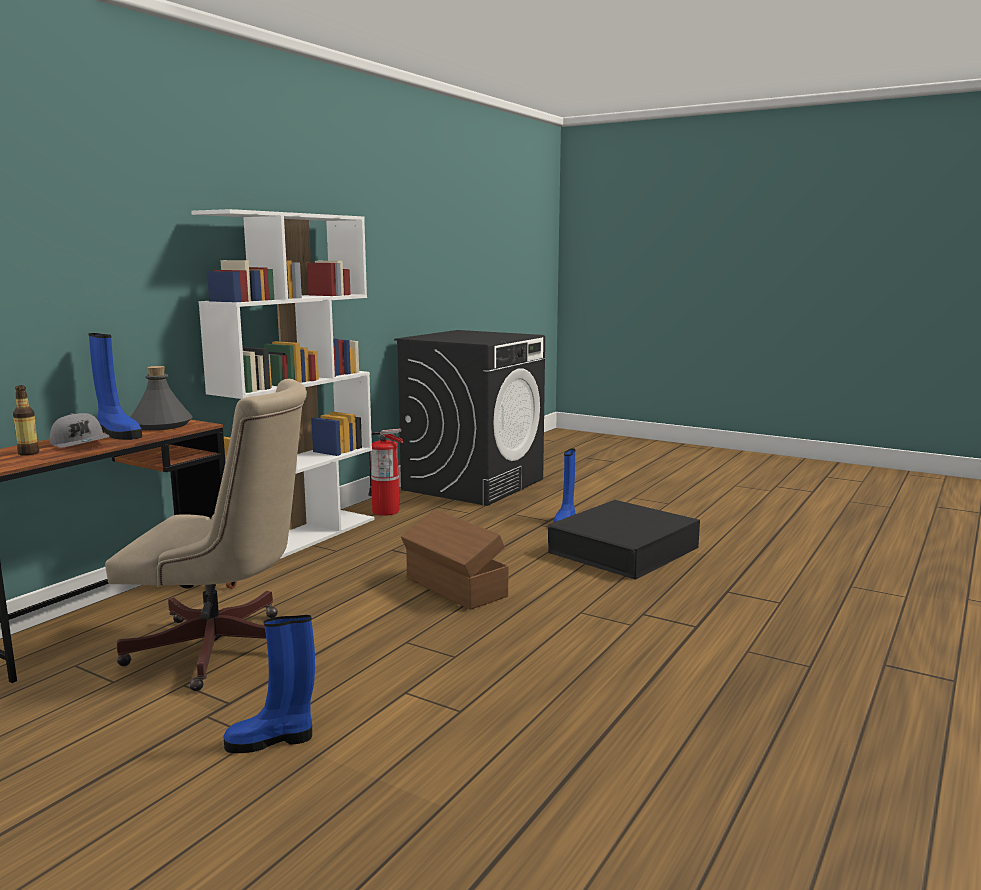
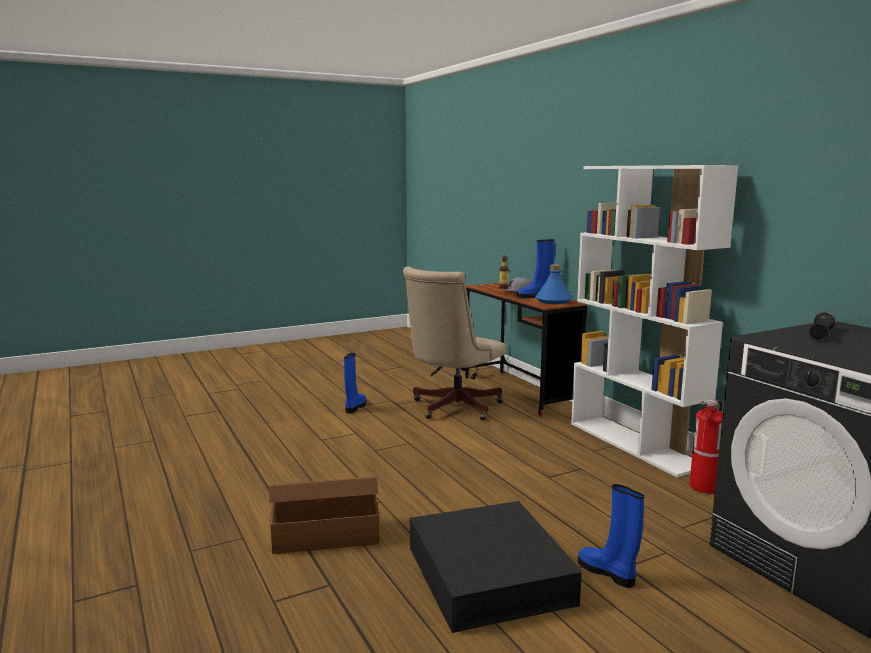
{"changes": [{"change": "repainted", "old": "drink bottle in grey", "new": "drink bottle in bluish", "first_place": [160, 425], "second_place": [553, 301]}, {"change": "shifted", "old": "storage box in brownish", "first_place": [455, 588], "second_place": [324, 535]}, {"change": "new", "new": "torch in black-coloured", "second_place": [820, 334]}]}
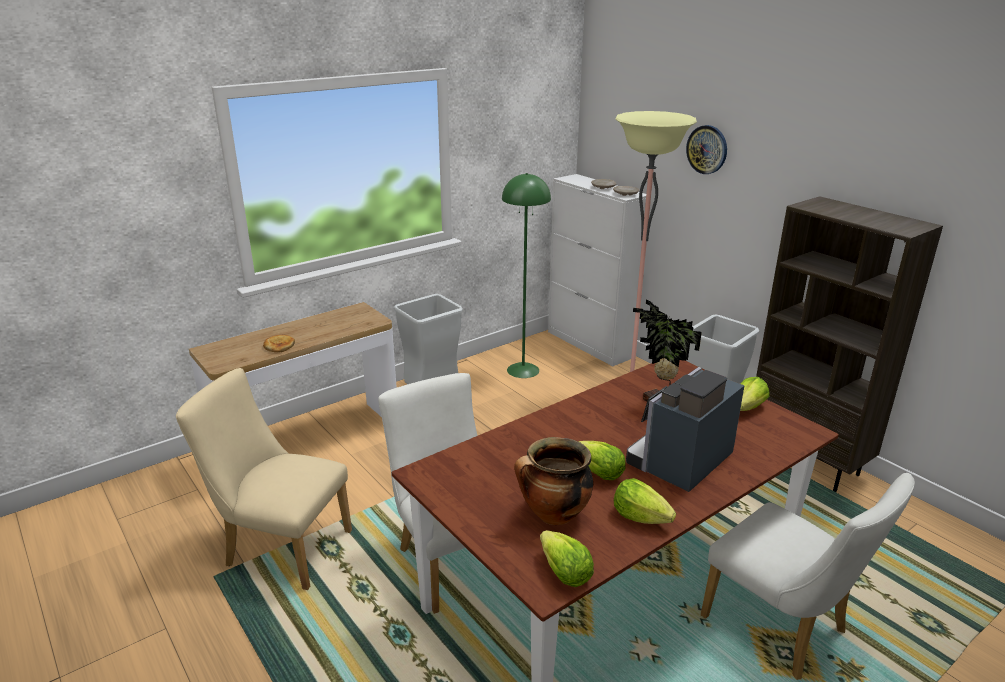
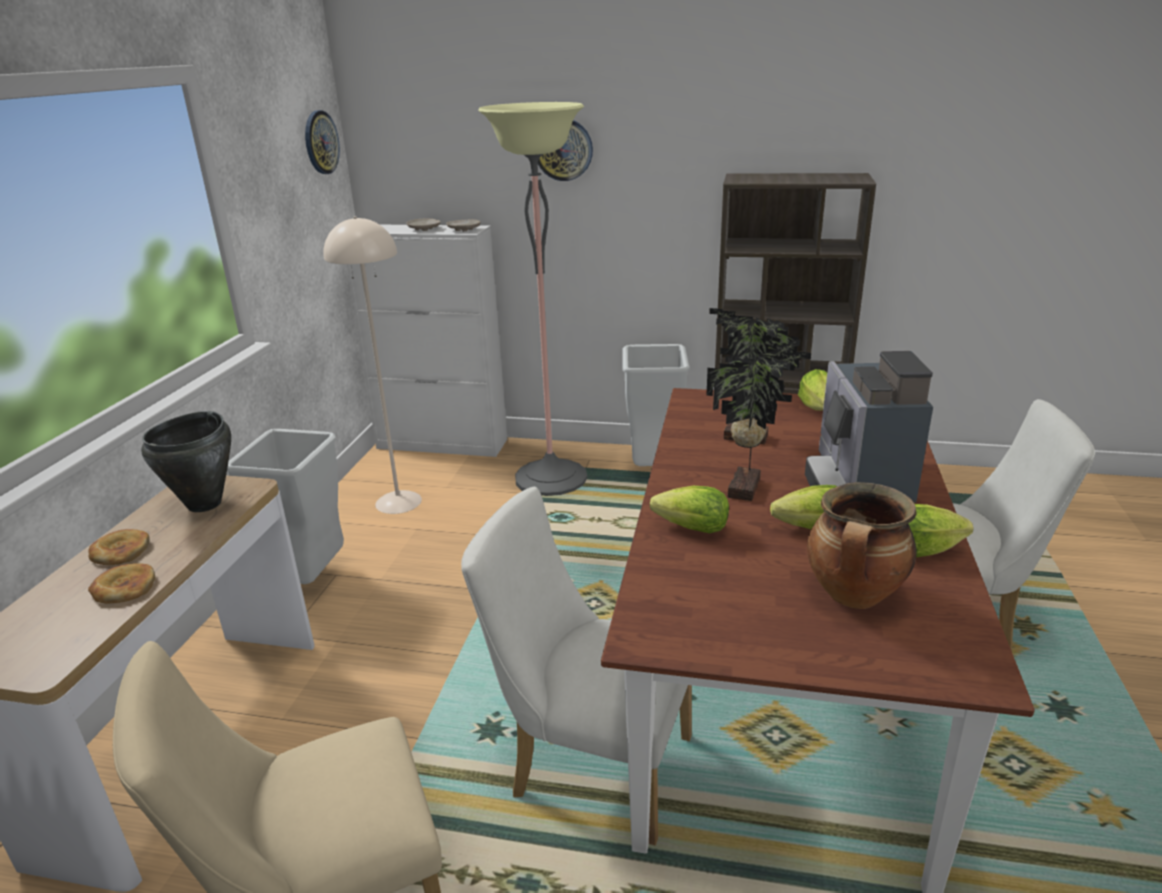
{"changes": [{"change": "repainted", "old": "standard lamp in greenish", "new": "standard lamp in beige-coloured", "first_place": [523, 370], "second_place": [399, 501]}, {"change": "shifted", "old": "lettuce head", "first_place": [564, 573], "second_place": [693, 529]}, {"change": "new", "new": "clock on the wall", "second_place": [320, 142]}, {"change": "new", "new": "potted plant", "second_place": [747, 488]}, {"change": "new", "new": "saucepot in black-coloured", "second_place": [205, 504]}, {"change": "new", "new": "baked bread", "second_place": [120, 551]}]}
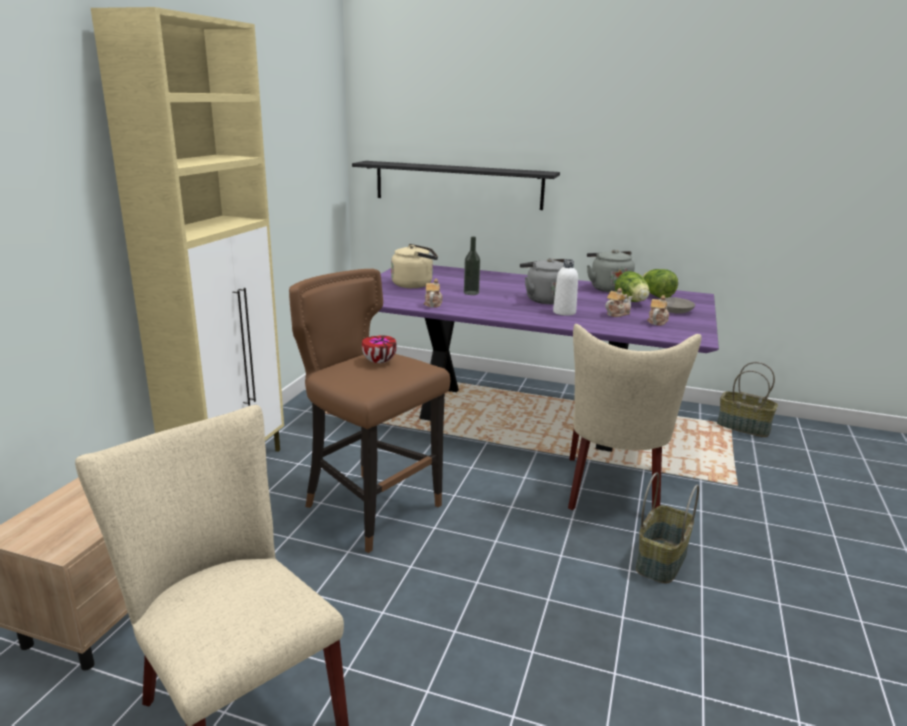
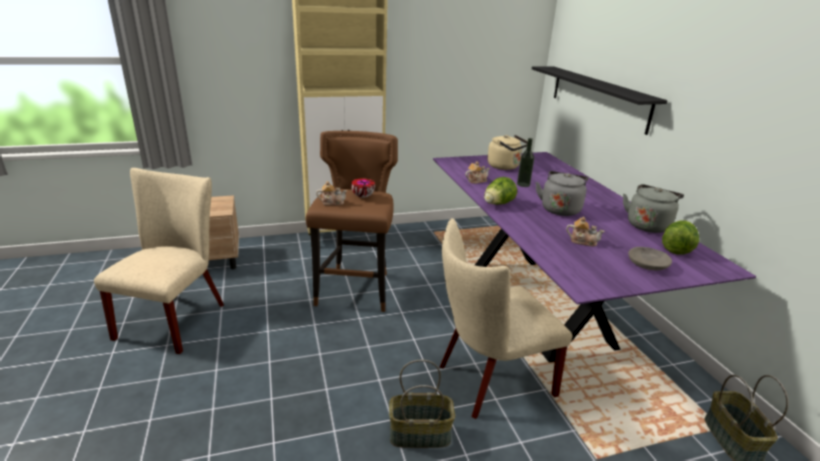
{"changes": [{"change": "gone", "old": "drink bottle in whitish", "first_place": [564, 312]}, {"change": "shifted", "old": "lettuce head", "first_place": [632, 302], "second_place": [497, 204]}, {"change": "shifted", "old": "pot for tea", "first_place": [657, 321], "second_place": [332, 202]}]}
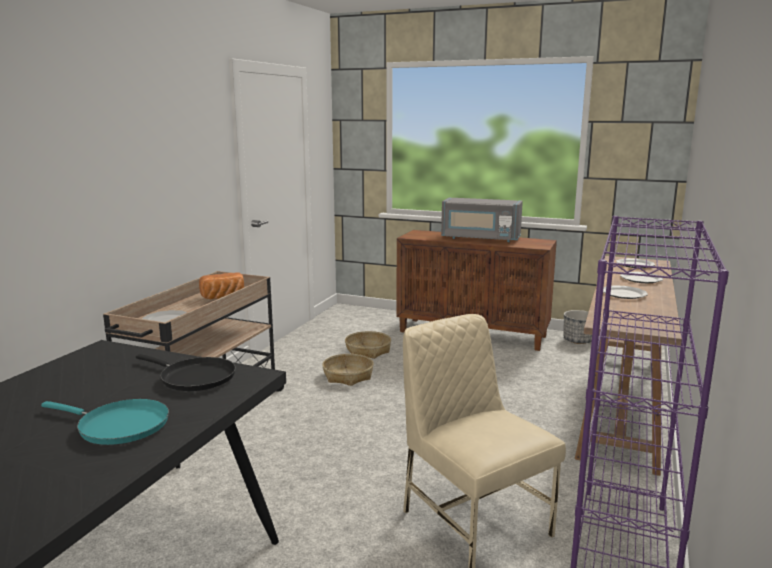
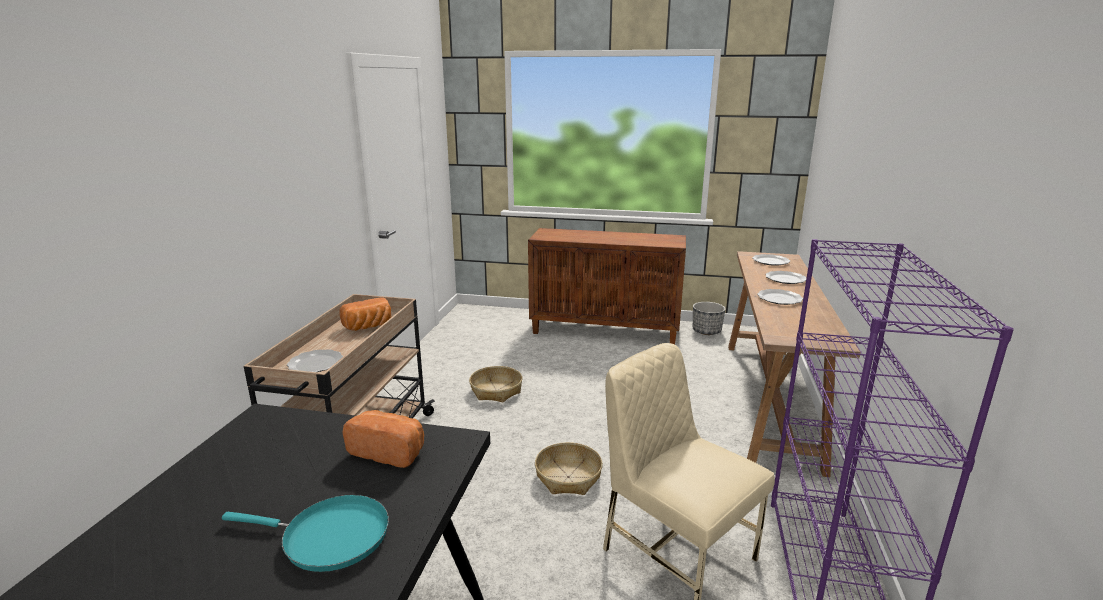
{"changes": [{"change": "gone", "old": "microwave oven in grey", "first_place": [480, 238]}, {"change": "shifted", "old": "storage basket", "first_place": [368, 351], "second_place": [568, 477]}, {"change": "swapped", "old": "skillet in black-coloured", "new": "baked bread", "first_place": [194, 377], "second_place": [389, 451]}]}
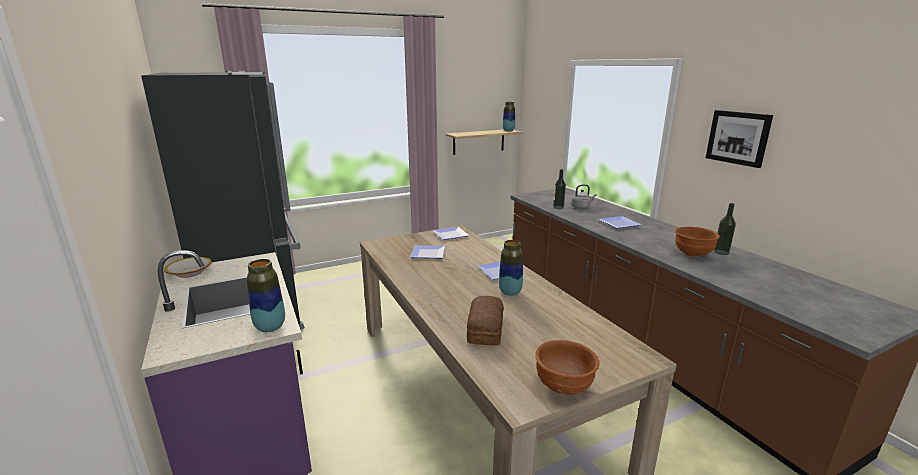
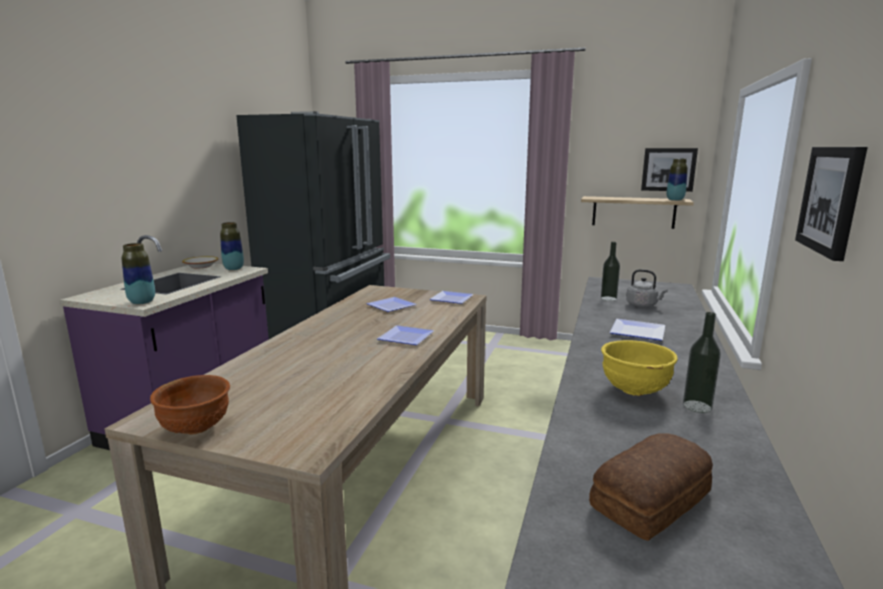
{"changes": [{"change": "repainted", "old": "deep dish in brownish", "new": "deep dish in yellow-coloured", "first_place": [692, 254], "second_place": [634, 390]}, {"change": "shifted", "old": "flower vase", "first_place": [510, 292], "second_place": [233, 269]}, {"change": "shifted", "old": "baked bread", "first_place": [486, 328], "second_place": [653, 500]}, {"change": "new", "new": "picture", "second_place": [668, 169]}]}
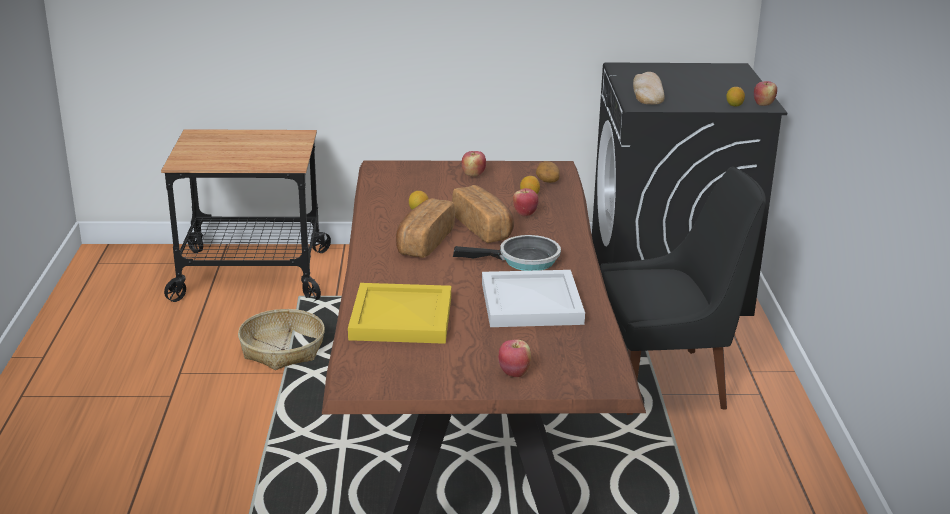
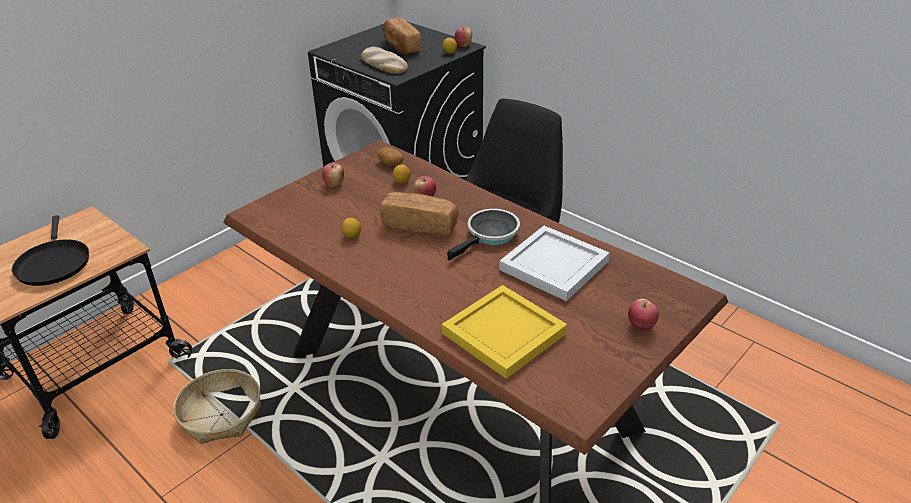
{"changes": [{"change": "shifted", "old": "baked bread", "first_place": [423, 242], "second_place": [401, 46]}, {"change": "new", "new": "skillet in black-coloured", "second_place": [53, 263]}]}
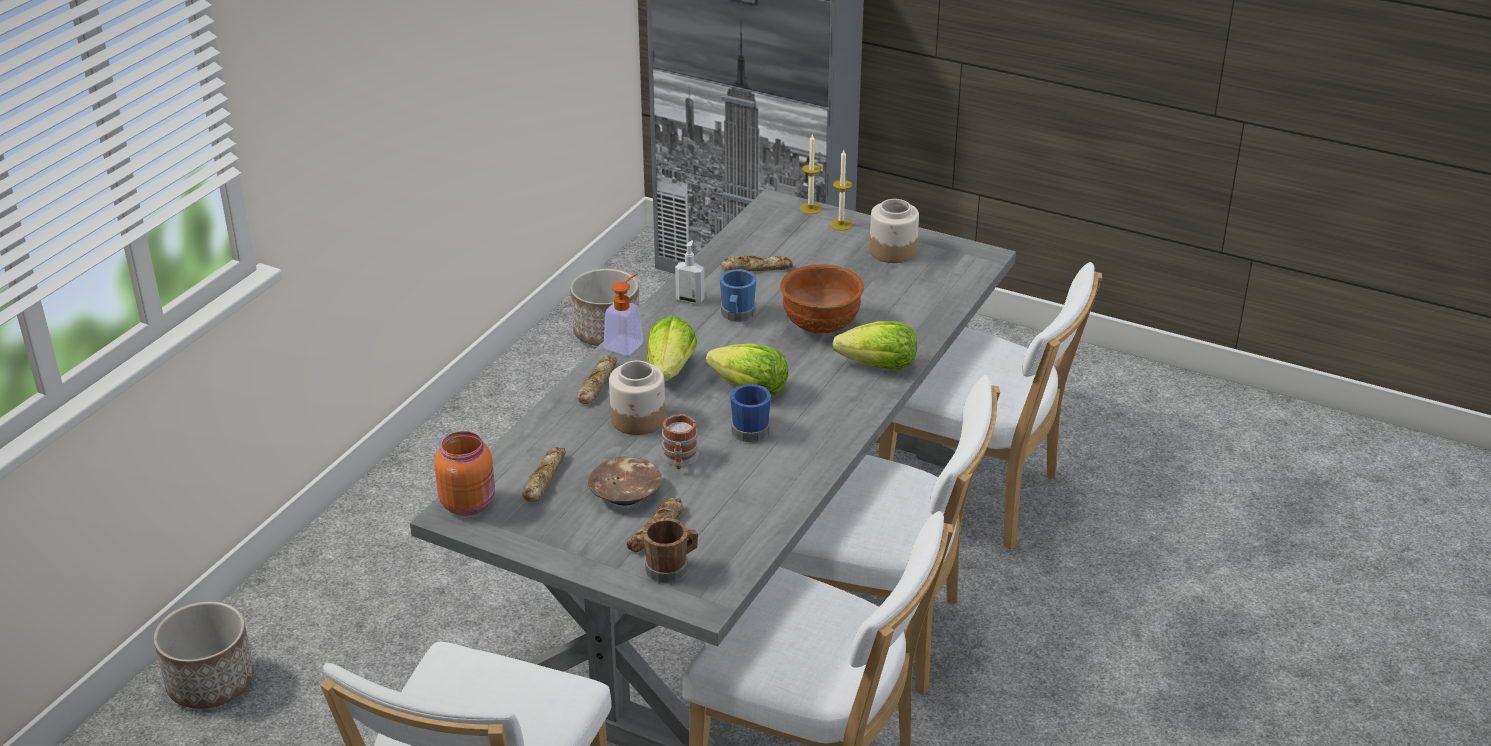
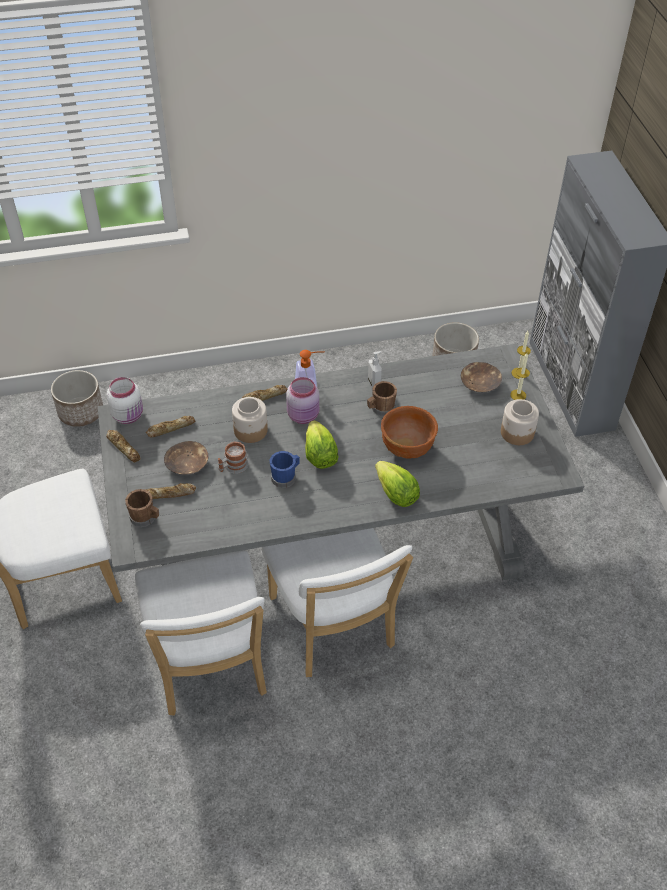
{"changes": [{"change": "shifted", "old": "baked bread", "first_place": [756, 268], "second_place": [124, 447]}, {"change": "gone", "old": "plain chair in whitish", "first_place": [975, 496]}, {"change": "repainted", "old": "coffee mug in bluish", "new": "coffee mug in brownish", "first_place": [737, 315], "second_place": [380, 409]}, {"change": "swapped", "old": "lettuce head", "new": "jar in pink", "first_place": [670, 370], "second_place": [304, 415]}, {"change": "repainted", "old": "jar in orange-coloured", "new": "jar in whitish", "first_place": [469, 503], "second_place": [129, 415]}, {"change": "new", "new": "deep dish in brownish", "second_place": [480, 383]}]}
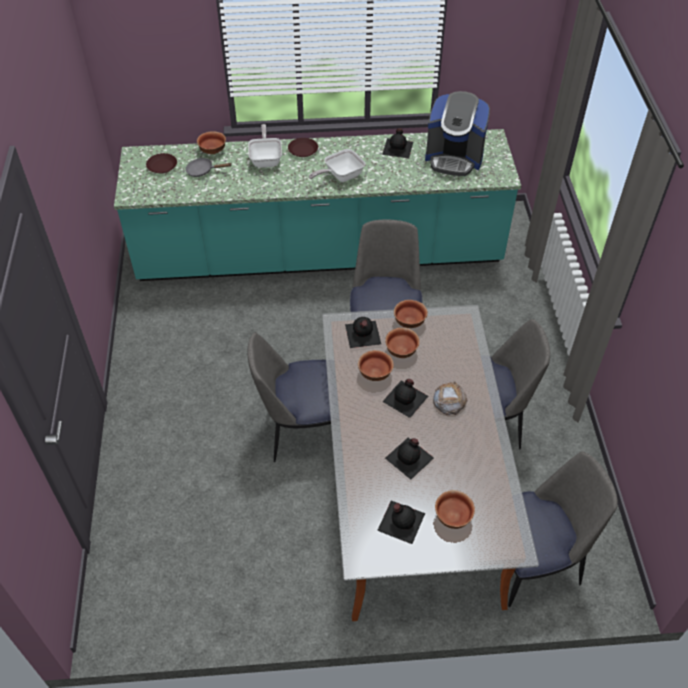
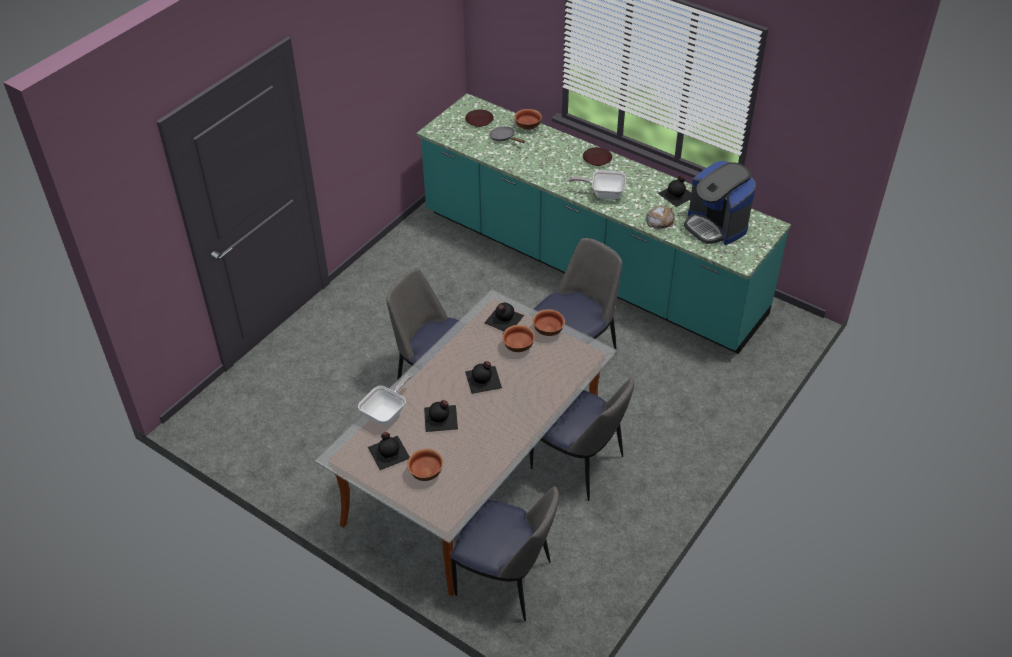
{"changes": [{"change": "shifted", "old": "skillet", "first_place": [266, 159], "second_place": [387, 413]}, {"change": "gone", "old": "deep dish", "first_place": [375, 373]}, {"change": "shifted", "old": "baked bread", "first_place": [449, 400], "second_place": [660, 220]}]}
